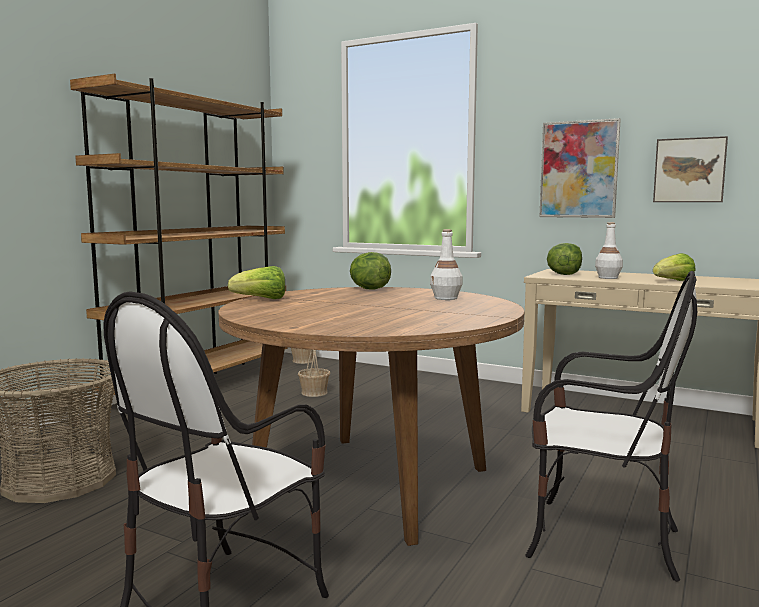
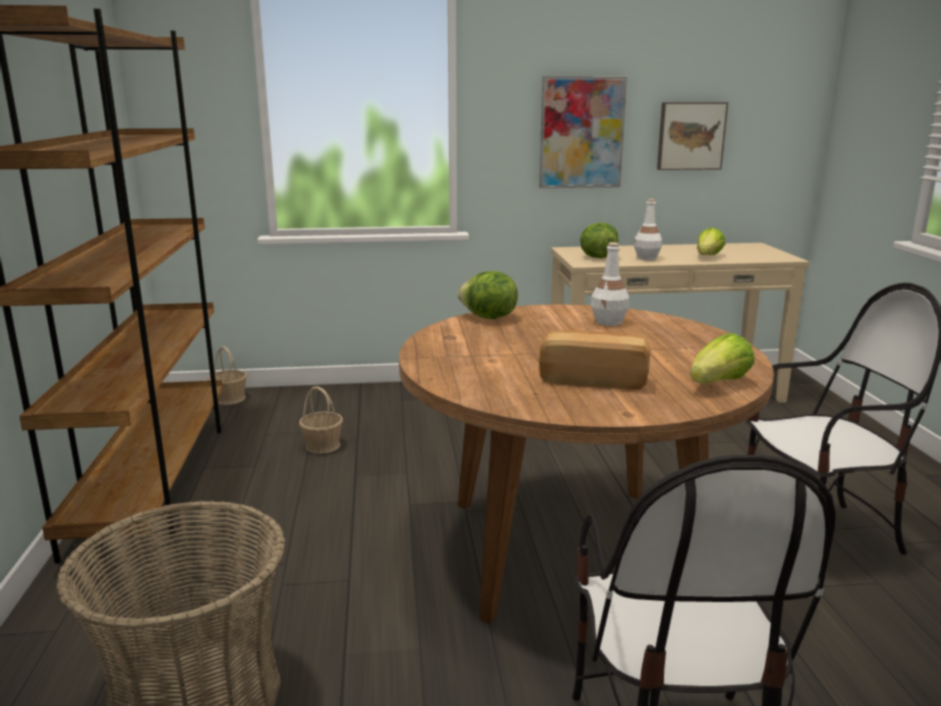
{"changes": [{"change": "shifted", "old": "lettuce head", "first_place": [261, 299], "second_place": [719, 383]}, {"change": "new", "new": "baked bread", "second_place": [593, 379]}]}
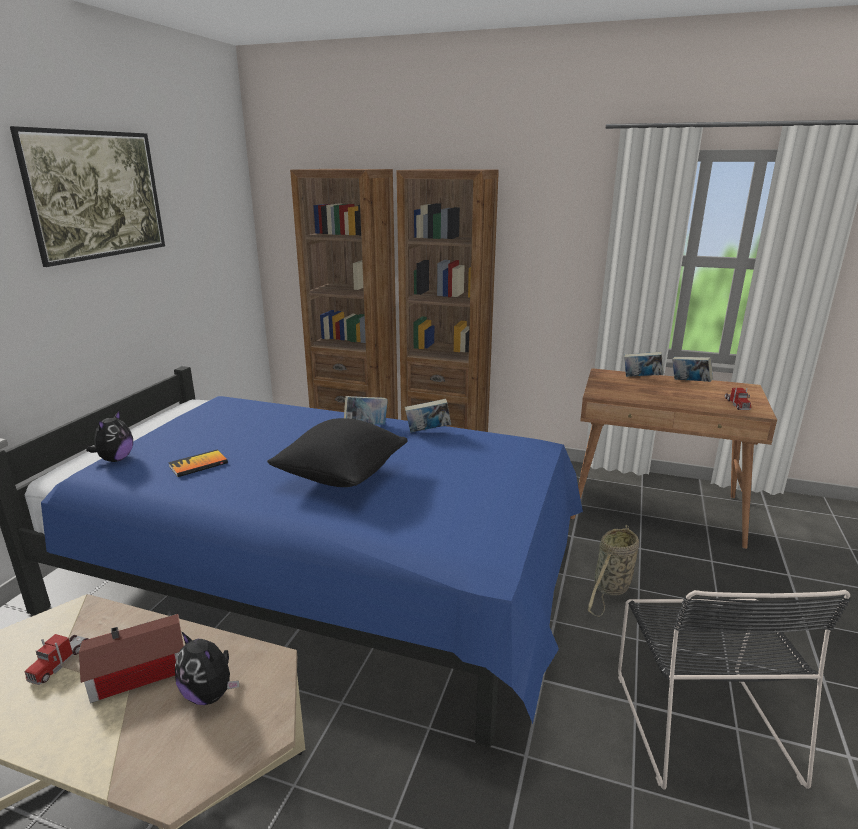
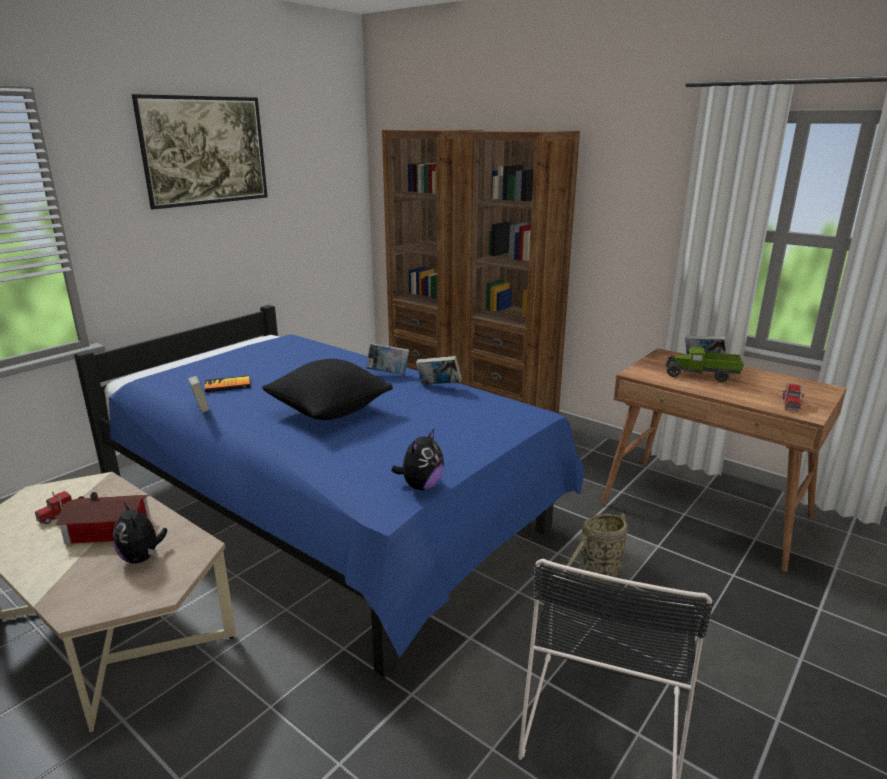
{"changes": [{"change": "shifted", "old": "book", "first_place": [689, 382], "second_place": [201, 410]}, {"change": "shifted", "old": "cuddly toy", "first_place": [115, 459], "second_place": [421, 486]}, {"change": "new", "new": "model truck", "second_place": [702, 376]}]}
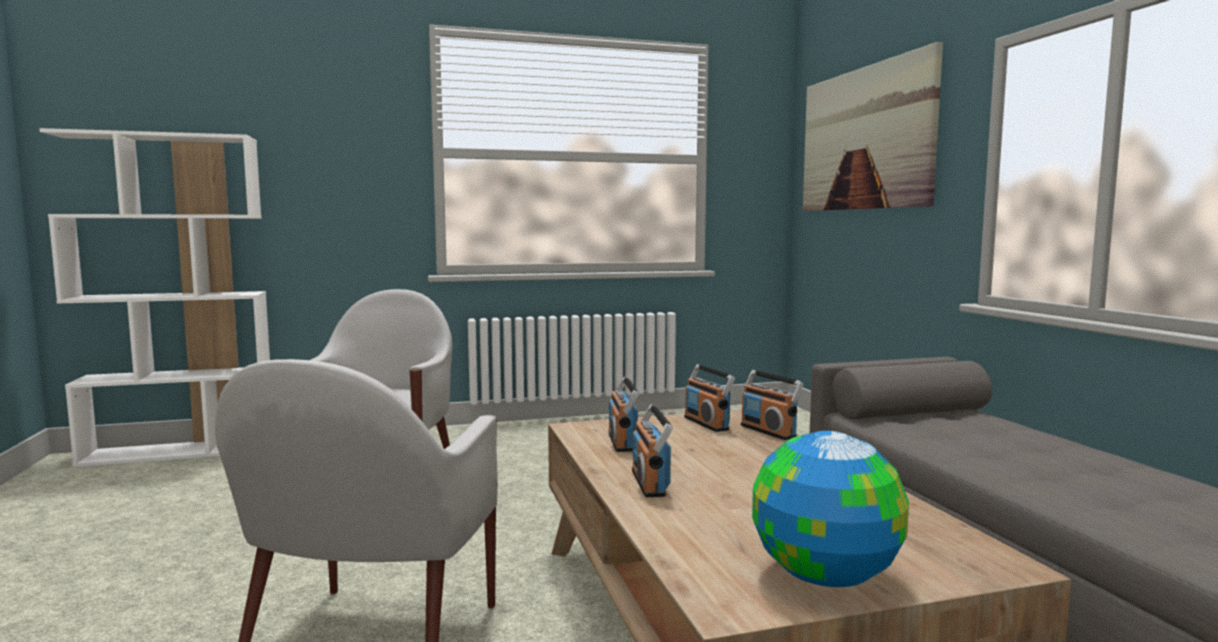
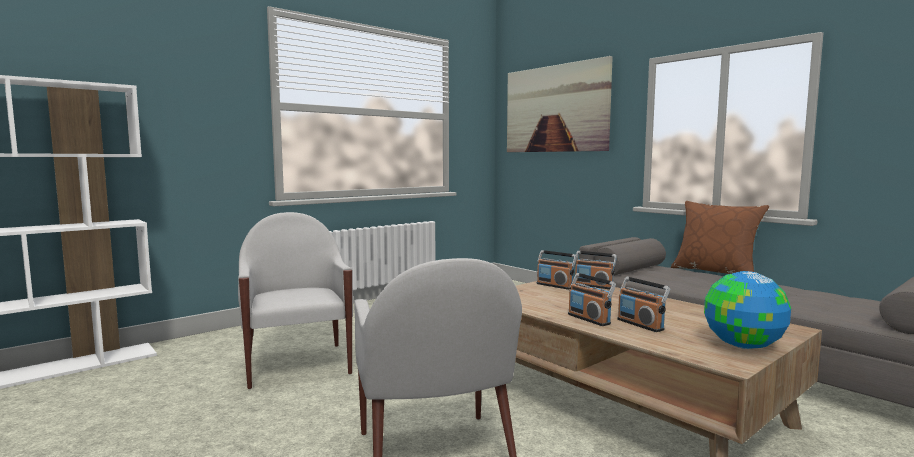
{"changes": [{"change": "shifted", "old": "radio", "first_place": [621, 442], "second_place": [640, 324]}, {"change": "new", "new": "pillow in brownish", "second_place": [715, 272]}]}
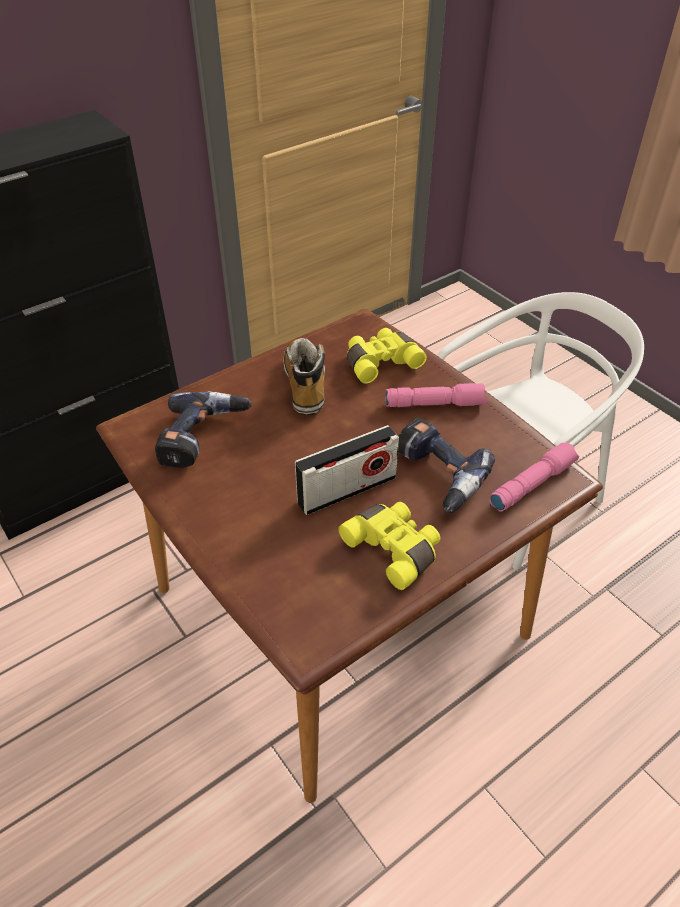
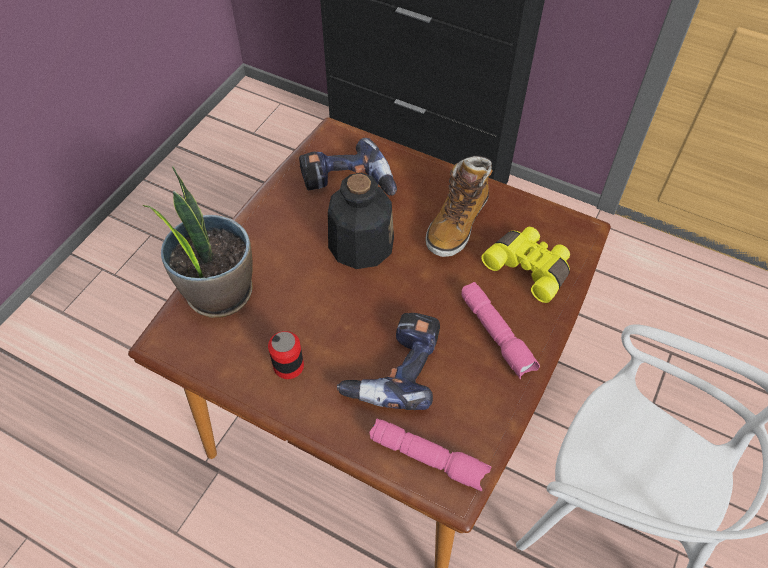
{"changes": [{"change": "rotated", "old": "high-top boot", "first_place": [305, 384], "second_place": [457, 223], "degrees": 150}, {"change": "gone", "old": "radio", "first_place": [347, 490]}, {"change": "swapped", "old": "pair of binoculars in yellow-coloured", "new": "can", "first_place": [394, 549], "second_place": [288, 366]}, {"change": "new", "new": "potted plant", "second_place": [219, 291]}, {"change": "new", "new": "drink bottle", "second_place": [360, 244]}]}
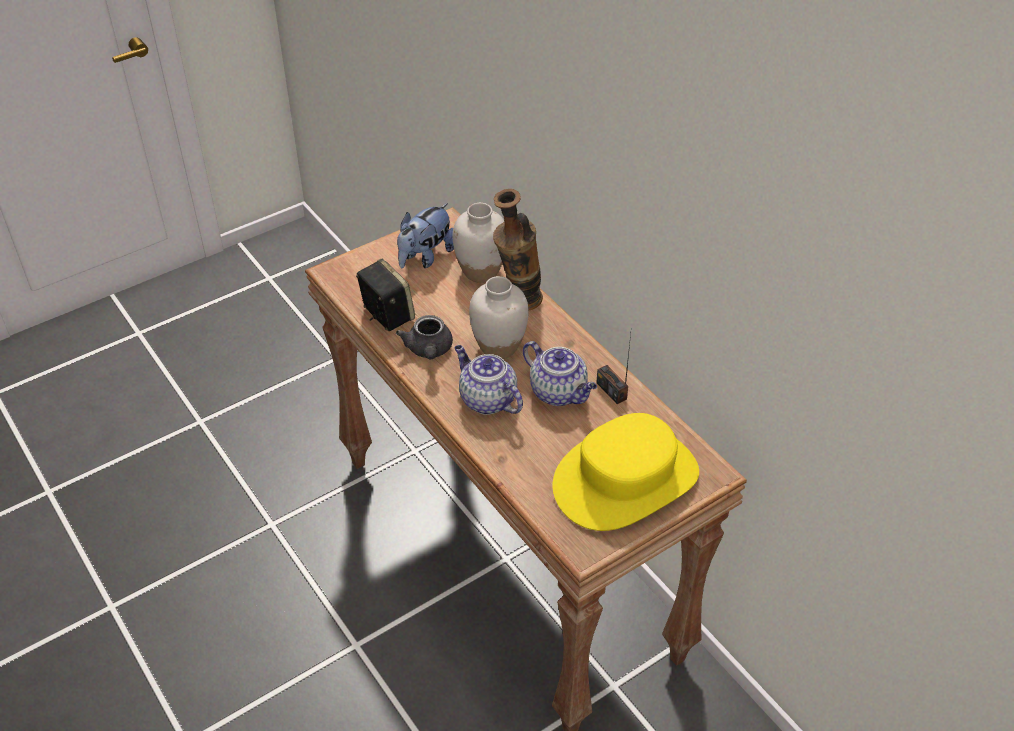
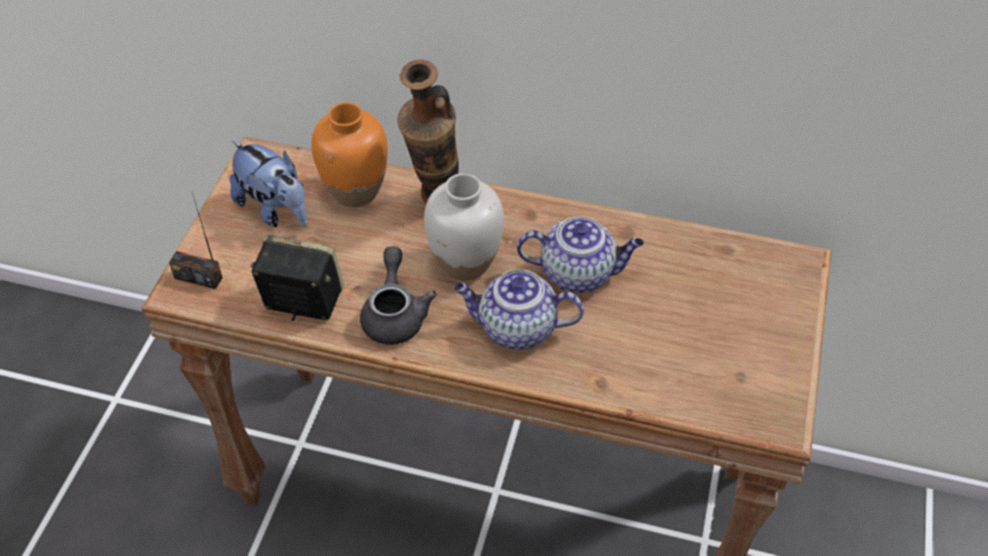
{"changes": [{"change": "rotated", "old": "cuddly toy", "first_place": [425, 257], "second_place": [275, 210], "degrees": -45}, {"change": "repainted", "old": "flower vase in whitish", "new": "flower vase in orange-coloured", "first_place": [481, 272], "second_place": [356, 191]}, {"change": "rotated", "old": "pot for tea in grey", "first_place": [428, 350], "second_place": [395, 314], "degrees": -135}, {"change": "shifted", "old": "radio", "first_place": [611, 391], "second_place": [198, 277]}, {"change": "gone", "old": "clothing hat in yellow-coloured", "first_place": [625, 479]}]}
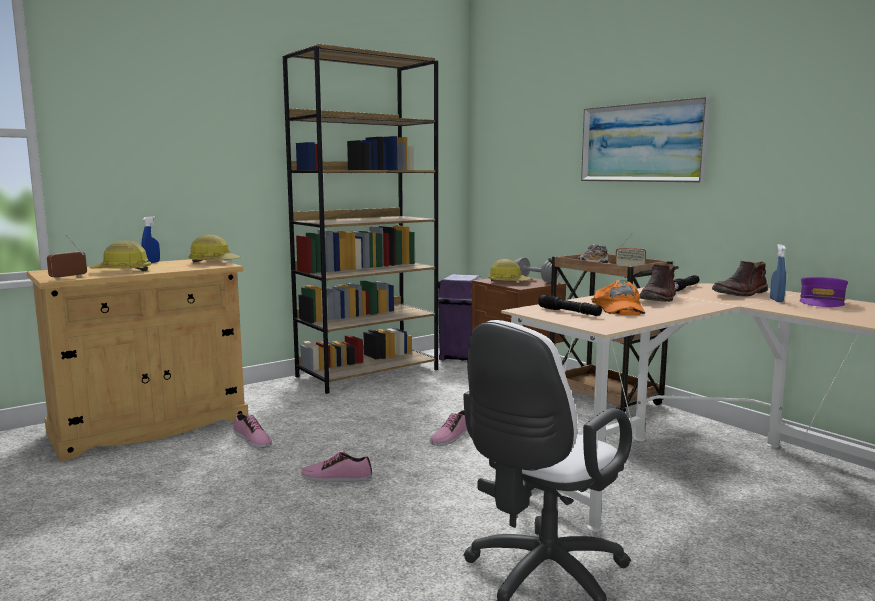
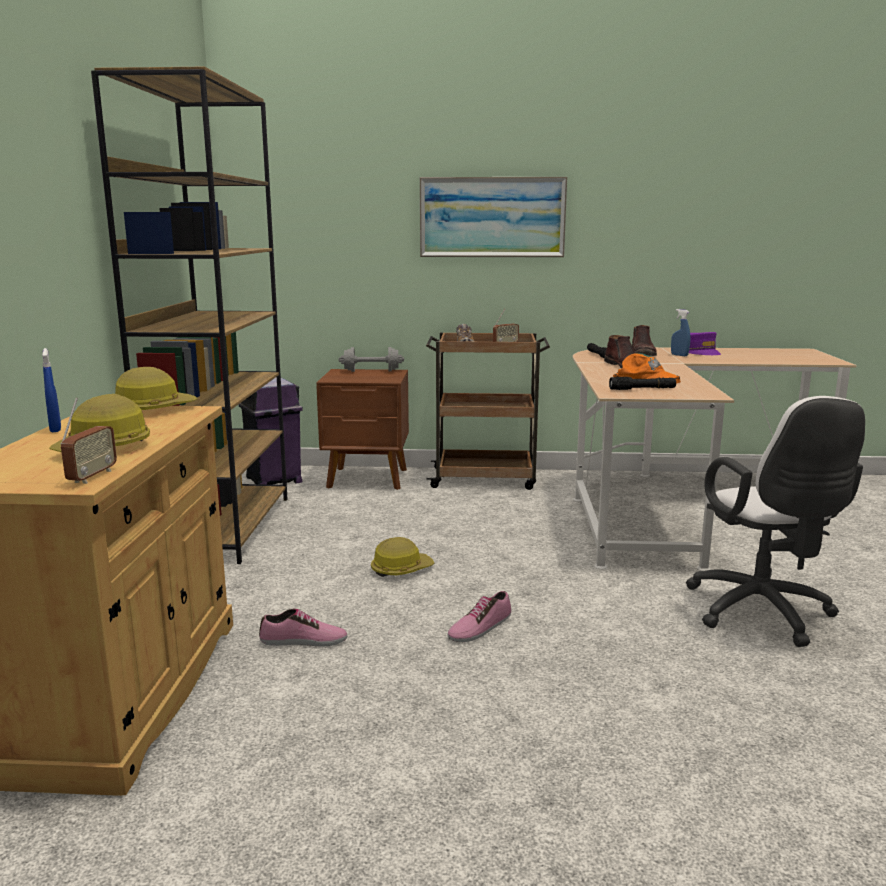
{"changes": [{"change": "rotated", "old": "radio", "first_place": [69, 278], "second_place": [92, 476], "degrees": -150}, {"change": "shifted", "old": "hard hat", "first_place": [508, 282], "second_place": [401, 569]}, {"change": "gone", "old": "item of footwear", "first_place": [450, 436]}]}
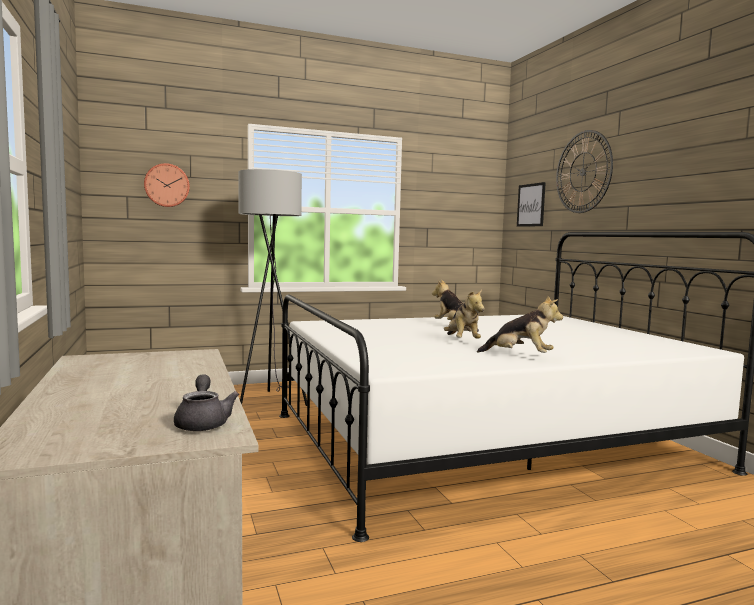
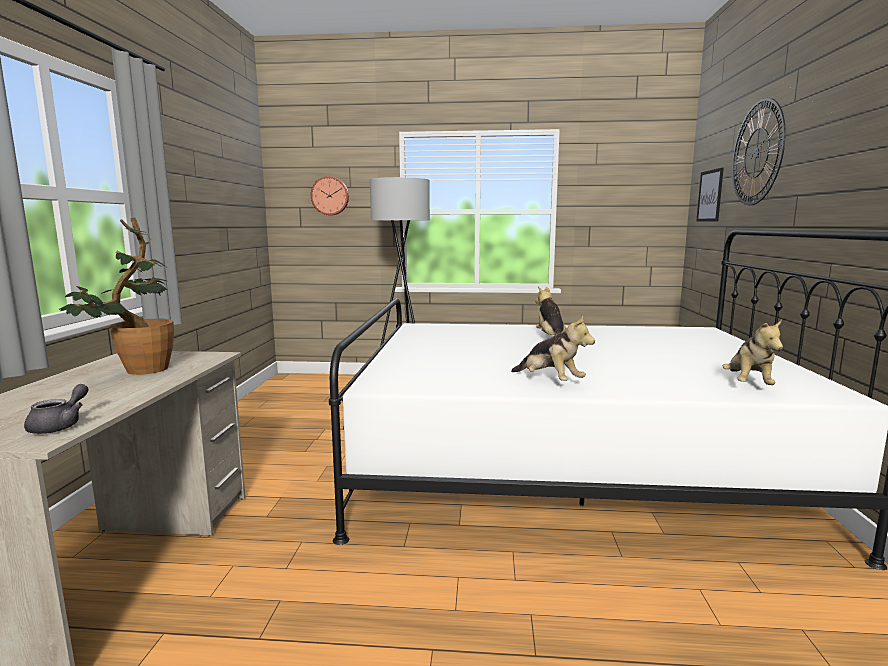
{"changes": [{"change": "shifted", "old": "cuddly toy", "first_place": [462, 341], "second_place": [748, 384]}, {"change": "new", "new": "potted plant", "second_place": [137, 372]}]}
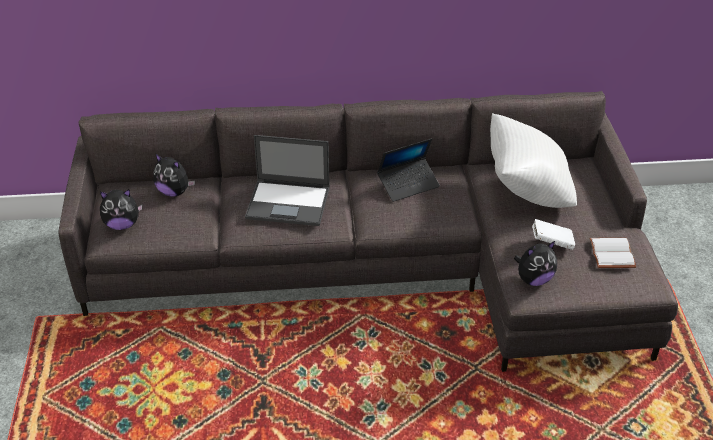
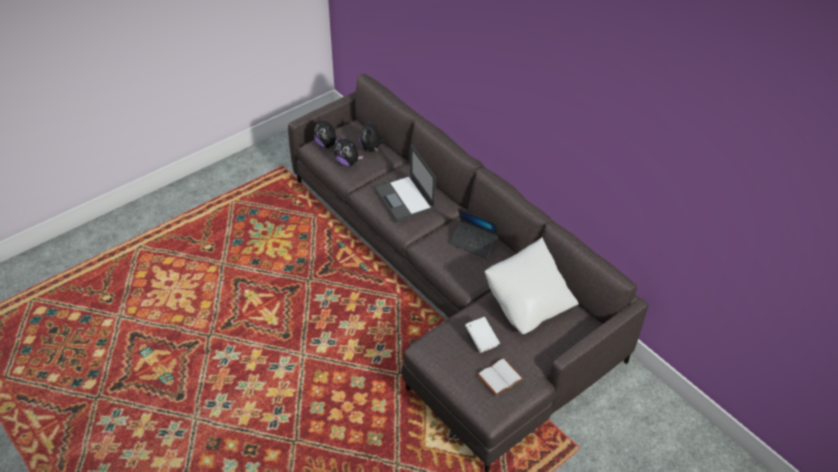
{"changes": [{"change": "shifted", "old": "cuddly toy", "first_place": [533, 279], "second_place": [348, 162]}]}
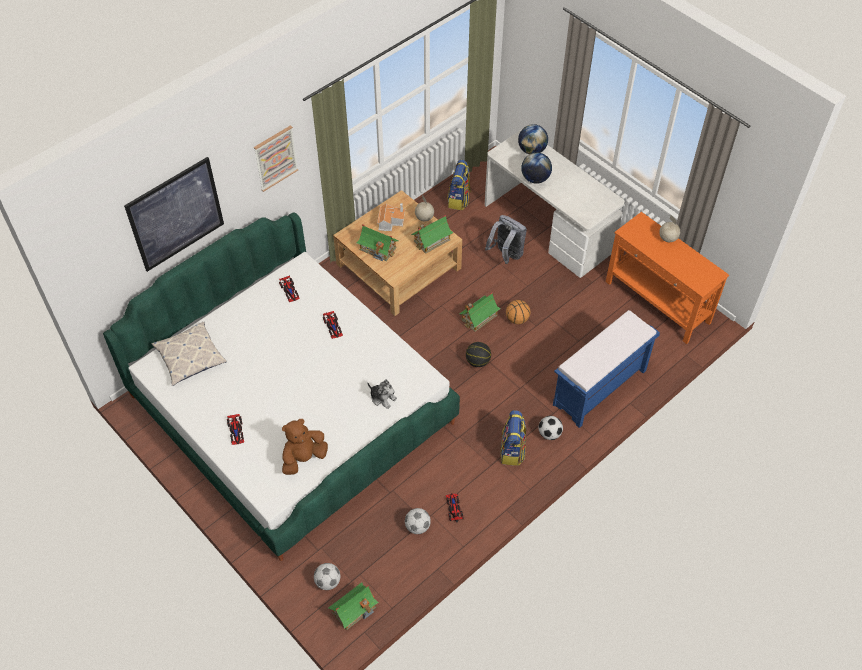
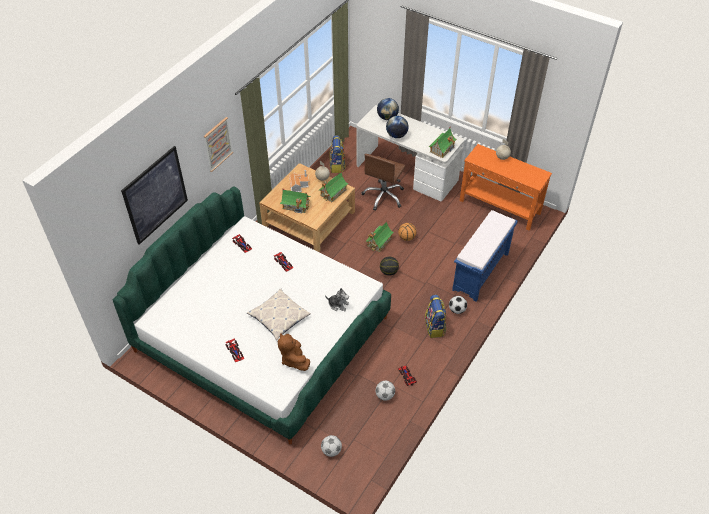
{"changes": [{"change": "swapped", "old": "knapsack in grey", "new": "computer chair in brownish", "first_place": [506, 255], "second_place": [384, 196]}, {"change": "shifted", "old": "pillow", "first_place": [190, 357], "second_place": [279, 317]}, {"change": "rotated", "old": "cuddly toy in brownish", "first_place": [304, 458], "second_place": [294, 359], "degrees": -60}, {"change": "shifted", "old": "toy house", "first_place": [354, 609], "second_place": [442, 148]}]}
